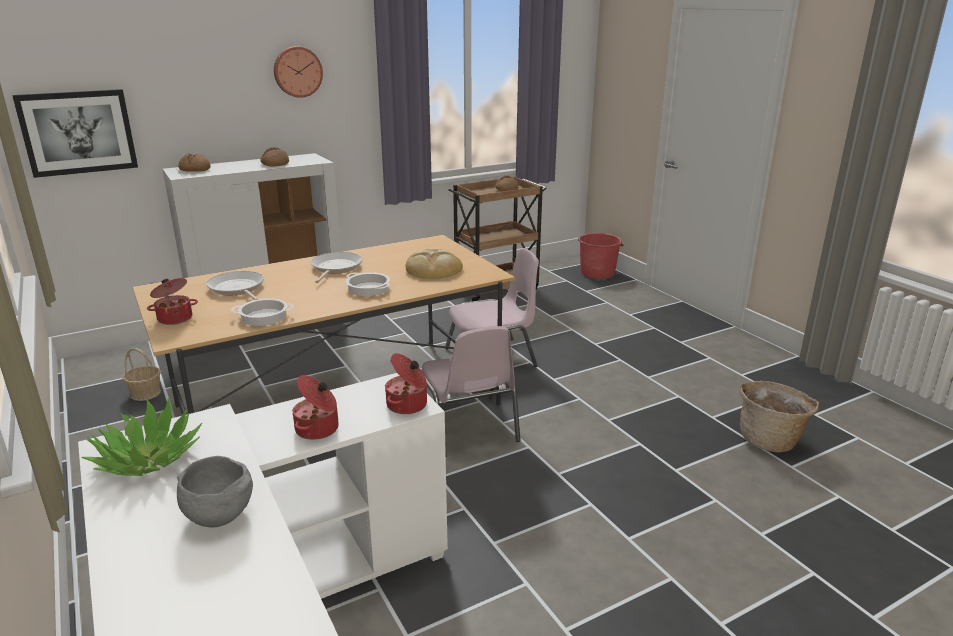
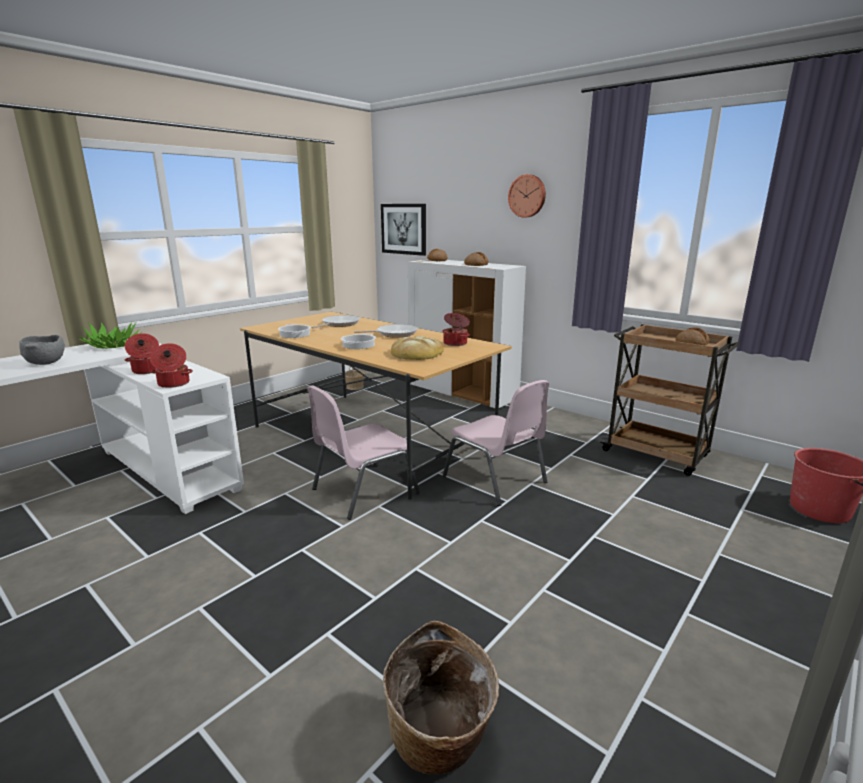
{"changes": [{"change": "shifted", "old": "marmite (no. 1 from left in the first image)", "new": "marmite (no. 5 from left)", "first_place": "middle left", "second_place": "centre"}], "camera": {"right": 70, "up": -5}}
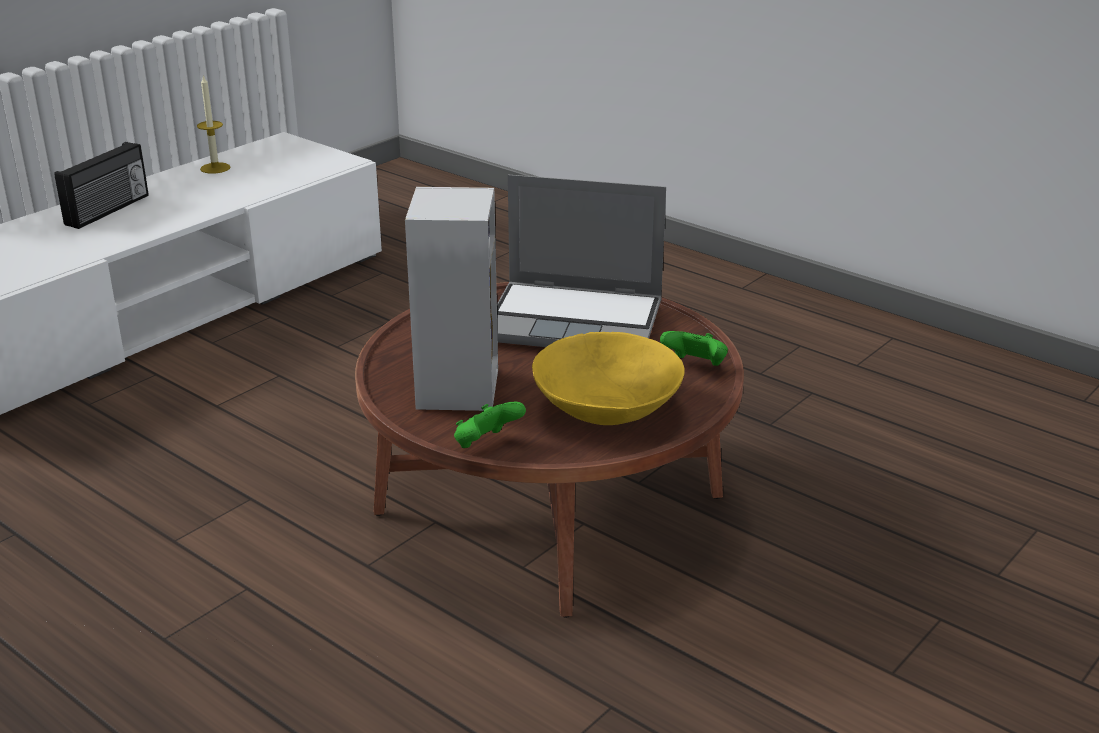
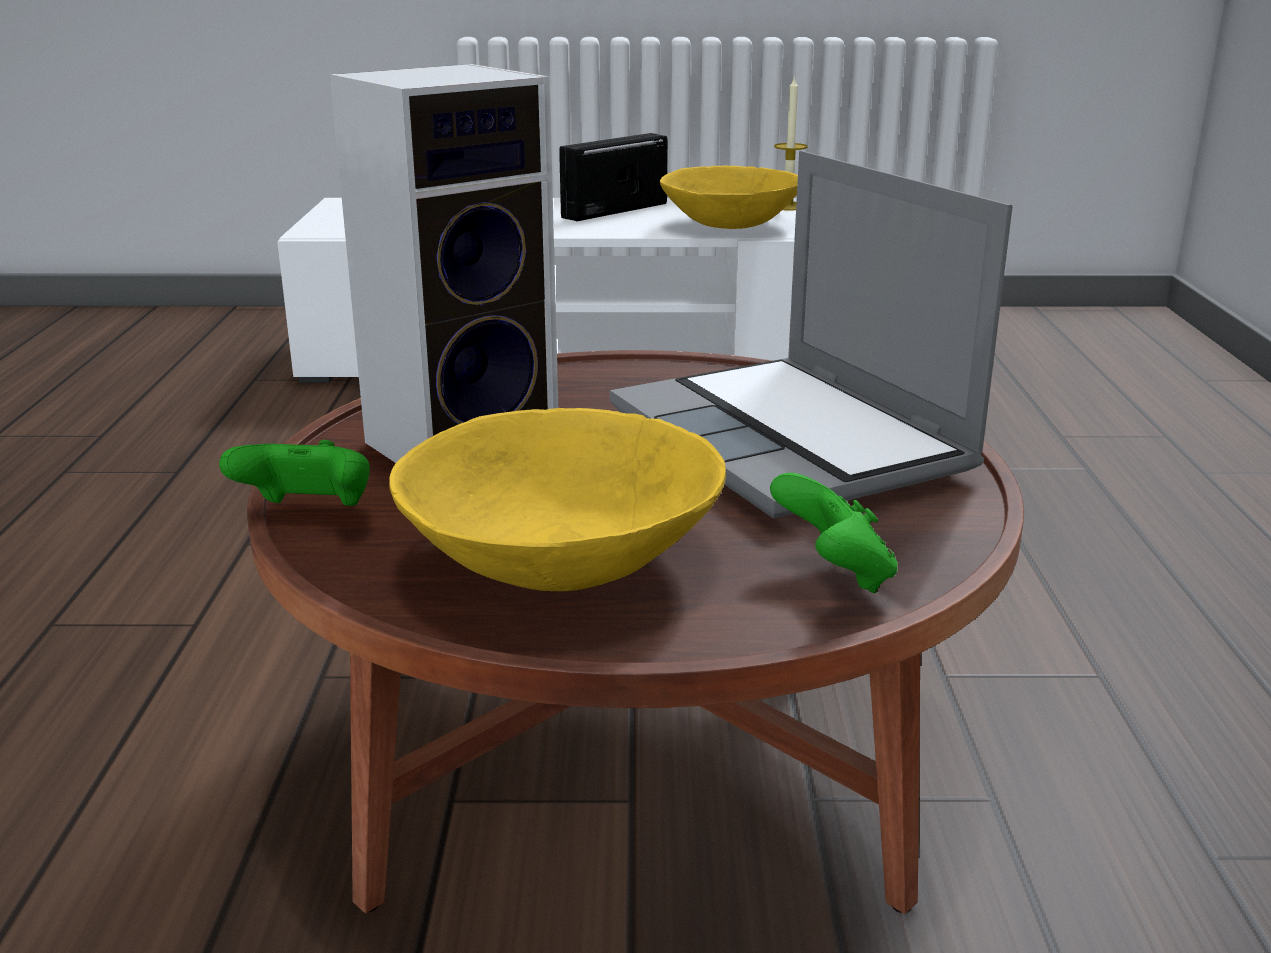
{"changes": [{"change": "rotated", "old": "radio", "first_place": "top left", "second_place": "top centre", "degrees": 150}, {"change": "new", "new": "bol [jaune] (no. 2 from left)", "second_place": "top centre"}], "camera": {"right": 50, "up": -5}}
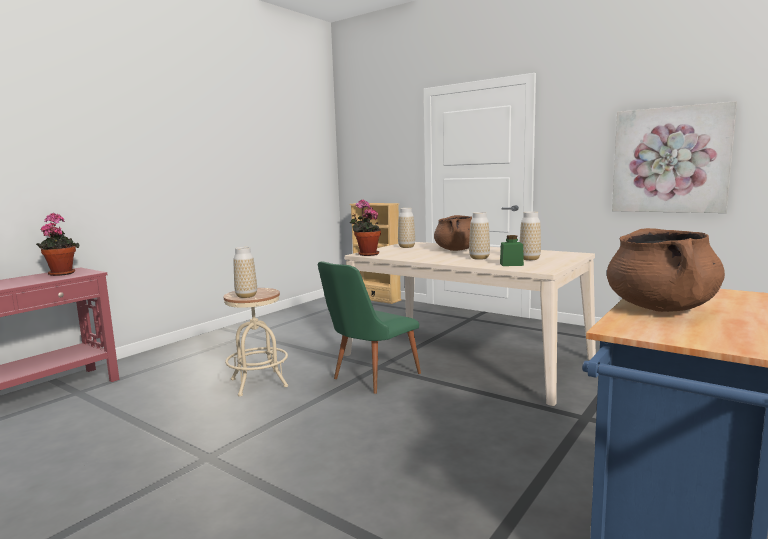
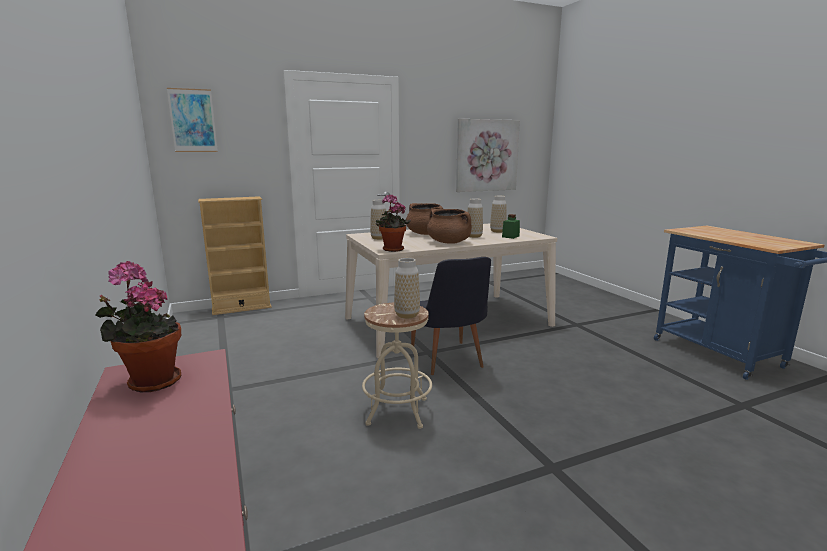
{"changes": [{"change": "repainted", "old": "chaise [vert]", "new": "chaise [noir]", "first_place": "centre", "second_place": "centre"}, {"change": "shifted", "old": "marmite [marron] (no. 2 from left)", "first_place": "middle right", "second_place": "centre"}, {"change": "new", "new": "tableau (no. 1 from left)", "second_place": "top left"}], "camera": {"right": -60, "up": 5}}
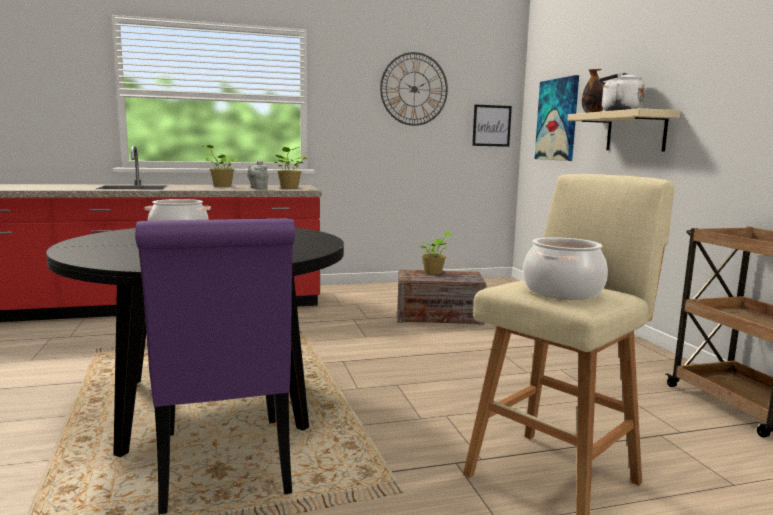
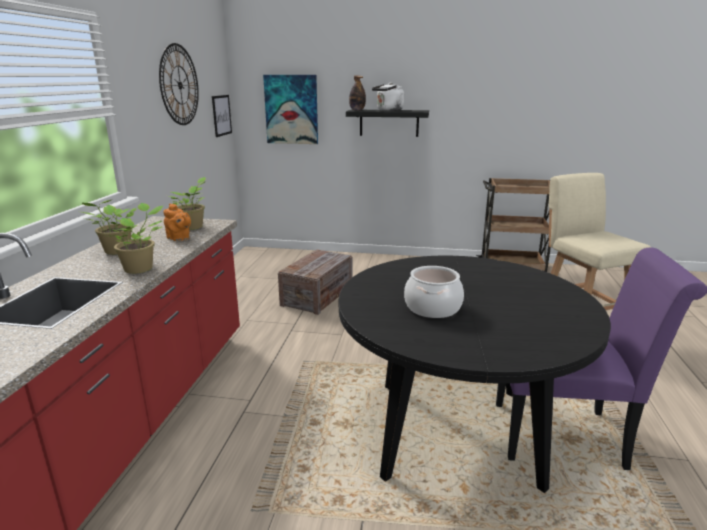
{"changes": [{"change": "repainted", "old": "théière [gris]", "new": "théière [orange]", "first_place": "middle left", "second_place": "middle left"}, {"change": "shifted", "old": "plante en pot (no. 3 from left in the first image)", "new": "plante en pot (no. 2 from left)", "first_place": "centre", "second_place": "middle left"}, {"change": "gone", "old": "marmite (no. 2 from left)", "first_place": "middle right"}, {"change": "repainted", "old": "étagère [beige]", "new": "étagère [noir]", "first_place": "top right", "second_place": "top centre"}], "camera": {"right": -65, "up": 10}}
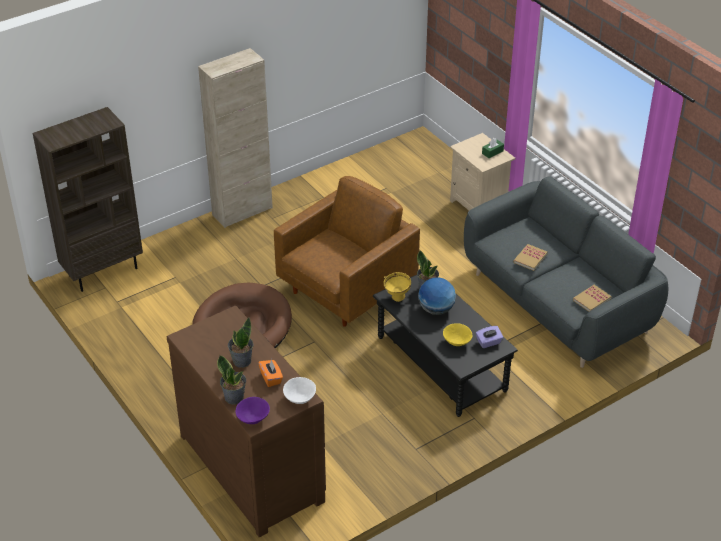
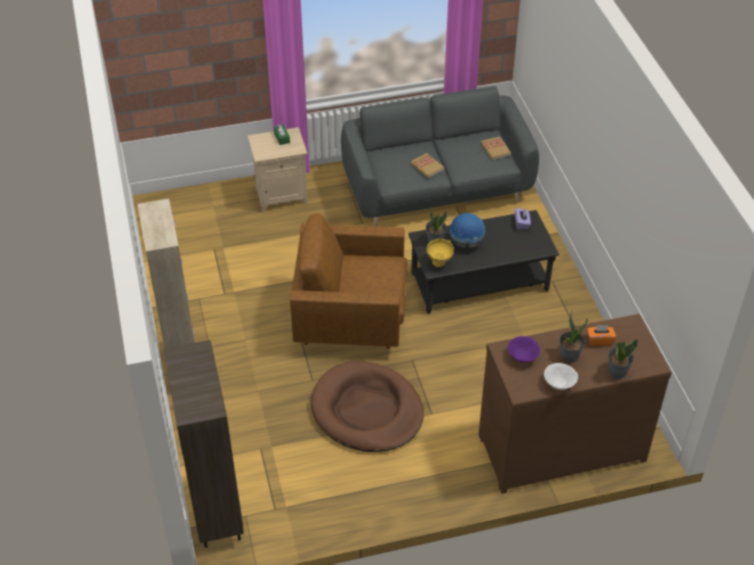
{"changes": [{"change": "shifted", "old": "bol [violet]", "first_place": "bottom centre", "second_place": "middle right"}, {"change": "rotated", "old": "fauteuil [marron]", "first_place": "centre", "second_place": "centre", "degrees": -60}, {"change": "shifted", "old": "bol [blanc]", "first_place": "bottom centre", "second_place": "middle right"}, {"change": "gone", "old": "bol [jaune] (no. 2 from left)", "first_place": "centre"}], "camera": {"right": -70, "up": 5}}
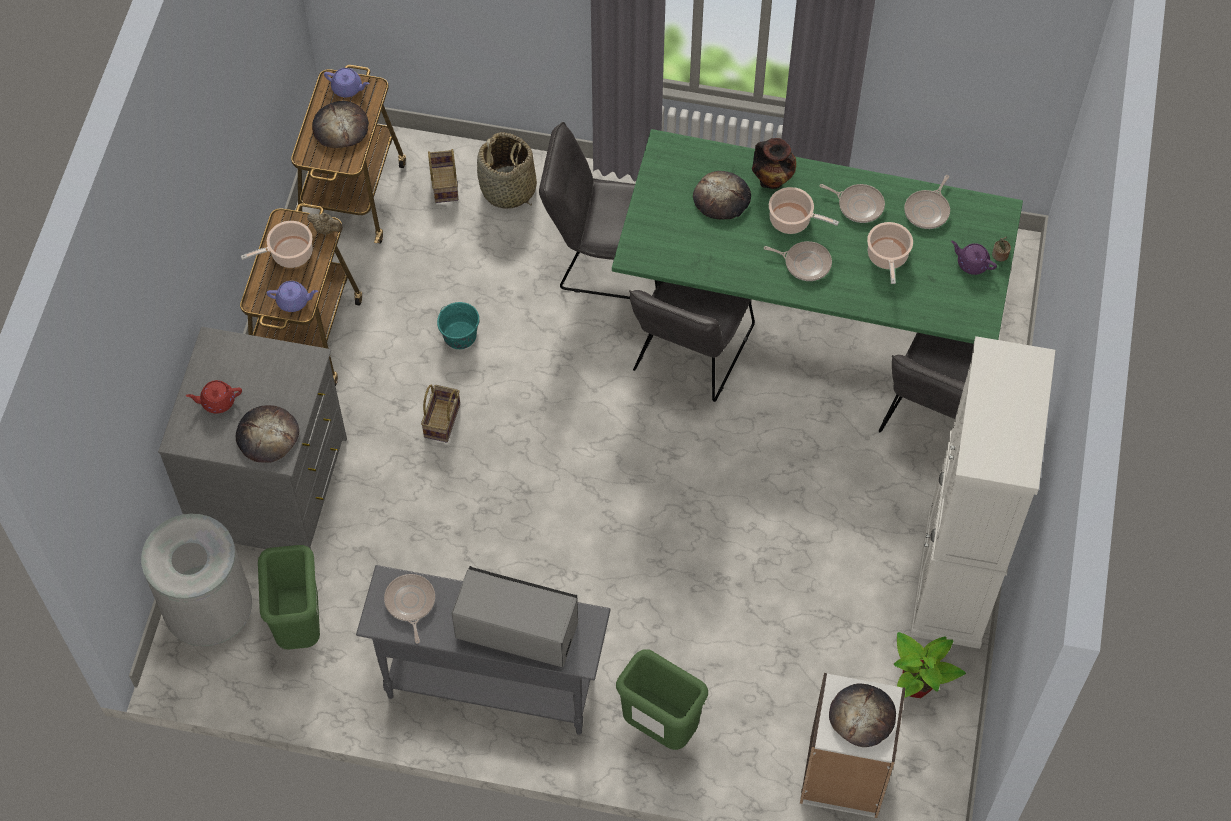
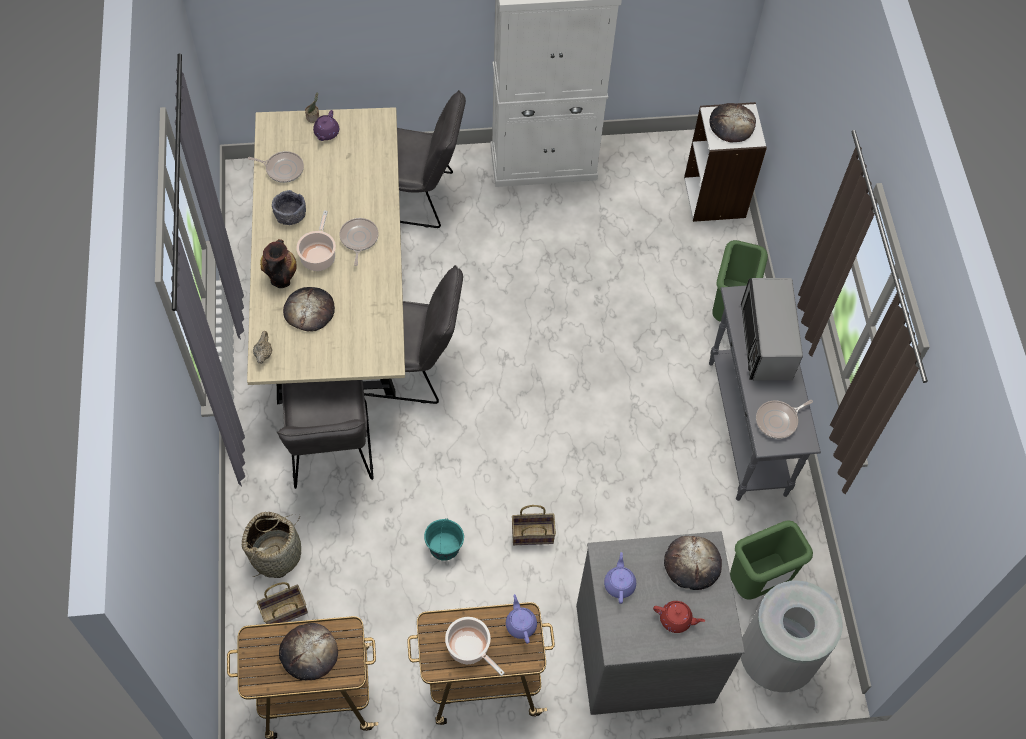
{"changes": [{"change": "rotated", "old": "théière [rouge]", "first_place": "middle left", "second_place": "bottom centre", "degrees": -45}, {"change": "shifted", "old": "théière [beige]", "first_place": "top left", "second_place": "middle left"}, {"change": "shifted", "old": "théière [violet] (no. 2 from left in the first image)", "new": "théière [violet] (no. 3 from left)", "first_place": "top left", "second_place": "bottom centre"}, {"change": "repainted", "old": "table à manger [vert]", "new": "table à manger [beige]", "first_place": "top centre", "second_place": "middle left"}, {"change": "swapped", "old": "poêle (no. 3 from left)", "new": "bol [gris]", "first_place": "top right", "second_place": "top left"}, {"change": "gone", "old": "marmite (no. 3 from left)", "first_place": "top right"}, {"change": "gone", "old": "plante en pot (no. 1 from left)", "first_place": "bottom right"}], "camera": {"right": -110, "up": 0}}
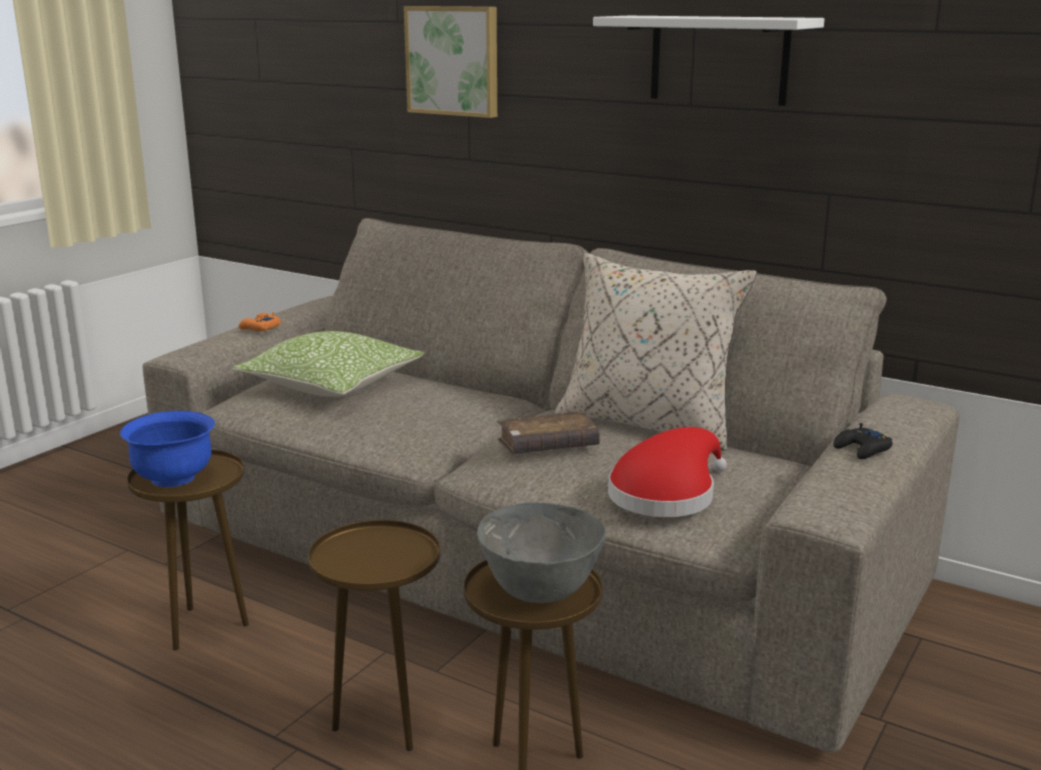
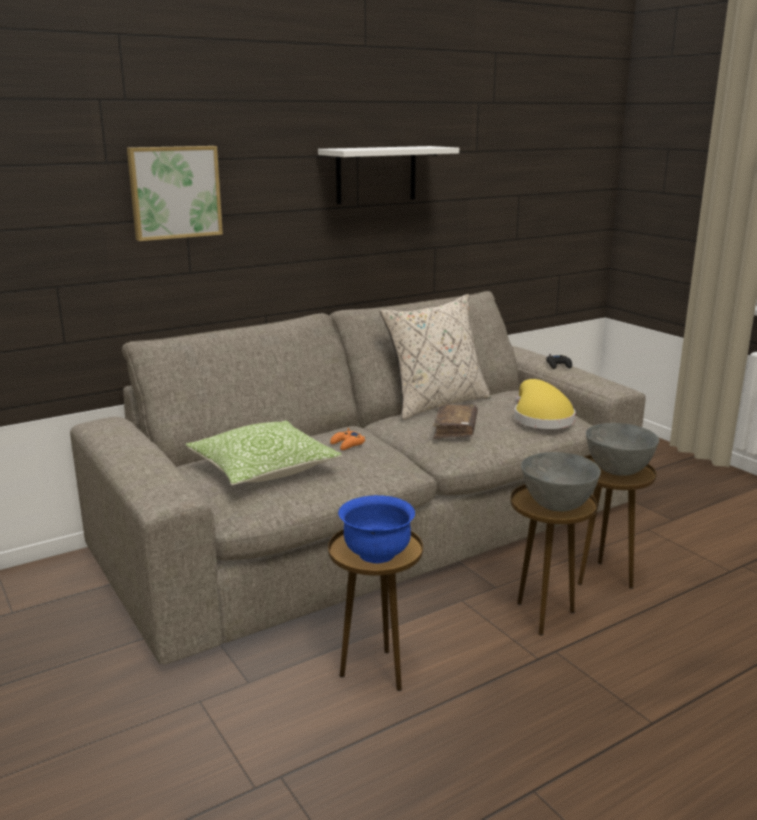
{"changes": [{"change": "shifted", "old": "manette [orange]", "first_place": "middle left", "second_place": "centre"}, {"change": "repainted", "old": "chapeau [rouge]", "new": "chapeau [jaune]", "first_place": "centre", "second_place": "middle right"}, {"change": "new", "new": "bol [gris] (no. 1 from left)", "second_place": "middle right"}], "camera": {"right": -65, "up": 0}}
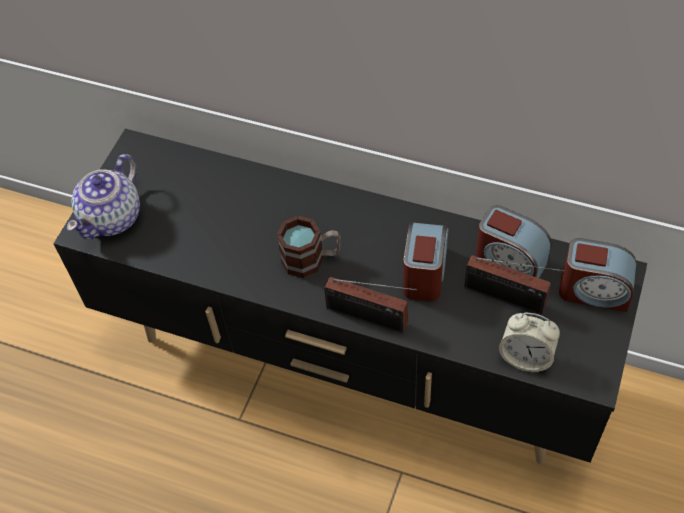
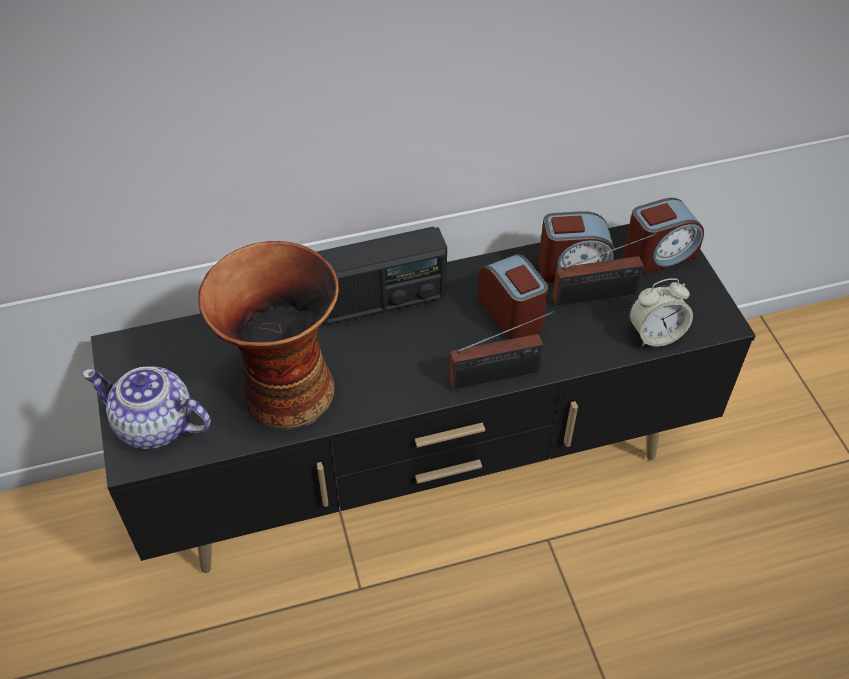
{"changes": [{"change": "rotated", "old": "théière", "first_place": "middle left", "second_place": "middle left", "degrees": 120}, {"change": "gone", "old": "mug", "first_place": "centre"}, {"change": "new", "new": "vase", "second_place": "middle left"}, {"change": "new", "new": "radio (no. 1 from left)", "second_place": "centre"}], "camera": {"right": -40, "up": -5}}
